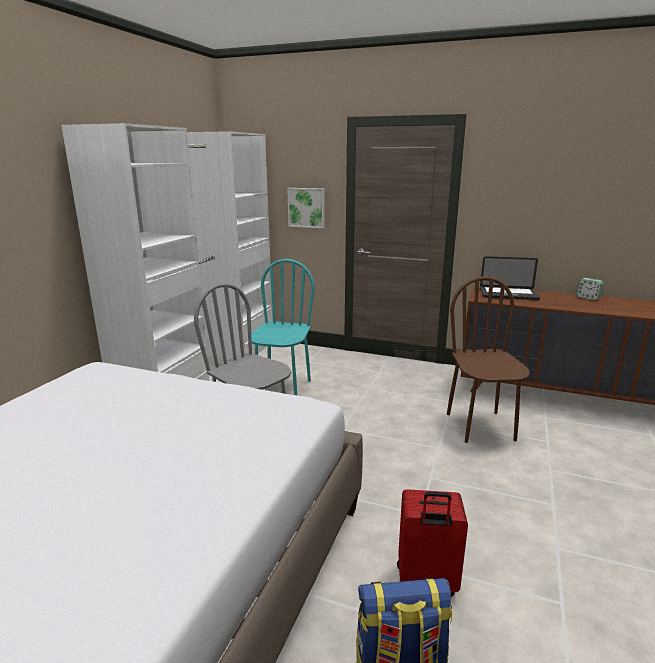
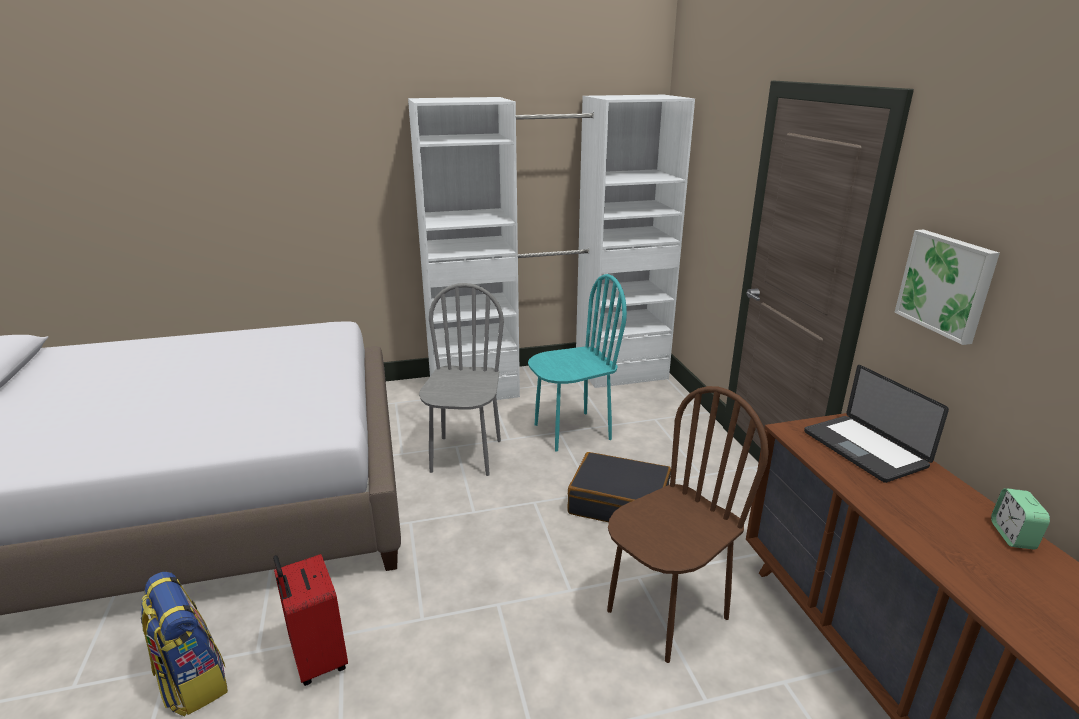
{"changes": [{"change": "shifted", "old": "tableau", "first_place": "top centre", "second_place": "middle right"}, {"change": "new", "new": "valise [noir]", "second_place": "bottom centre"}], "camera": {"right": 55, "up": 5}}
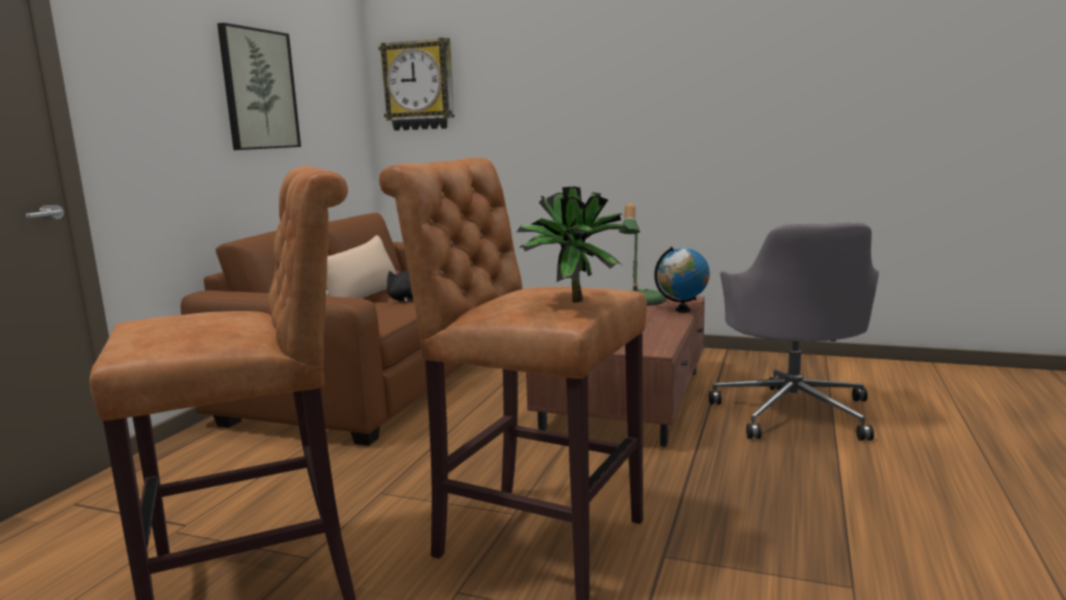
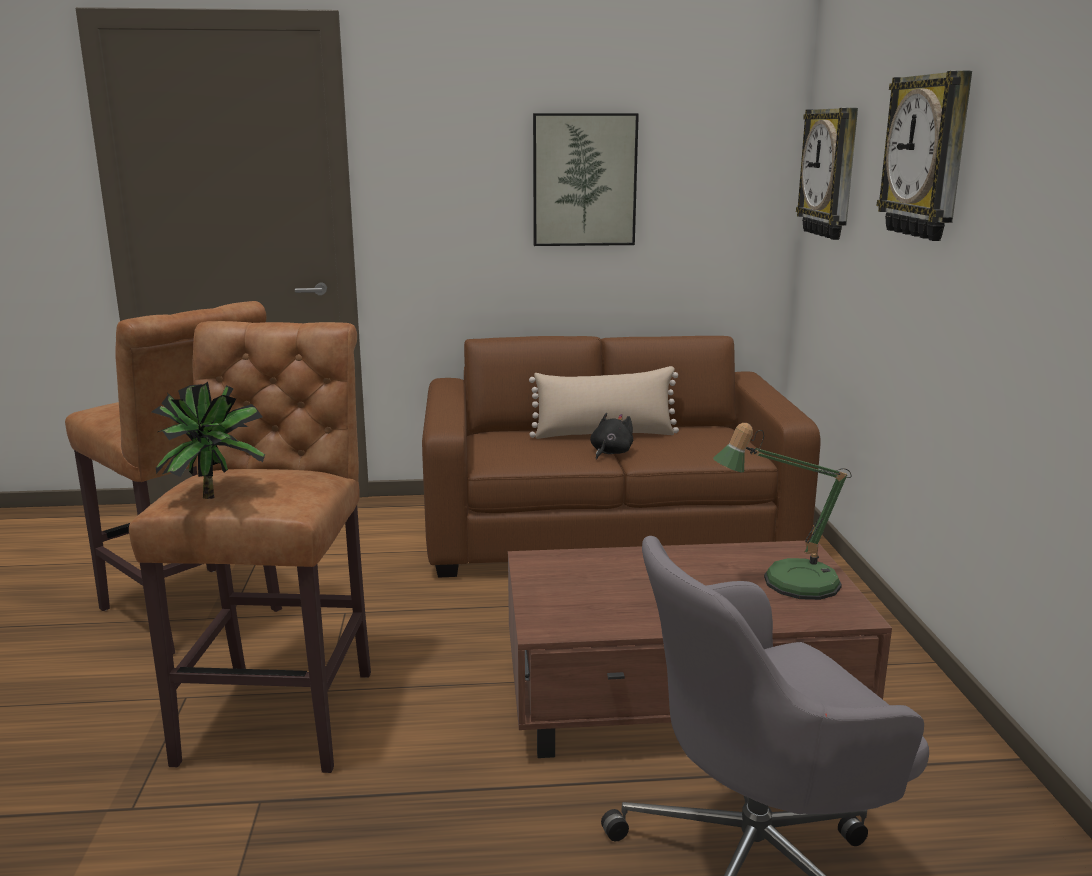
{"changes": [{"change": "gone", "old": "globe", "first_place": "centre"}, {"change": "new", "new": "horloge murale (no. 2 from left)", "second_place": "top right"}], "camera": {"right": 65, "up": 5}}
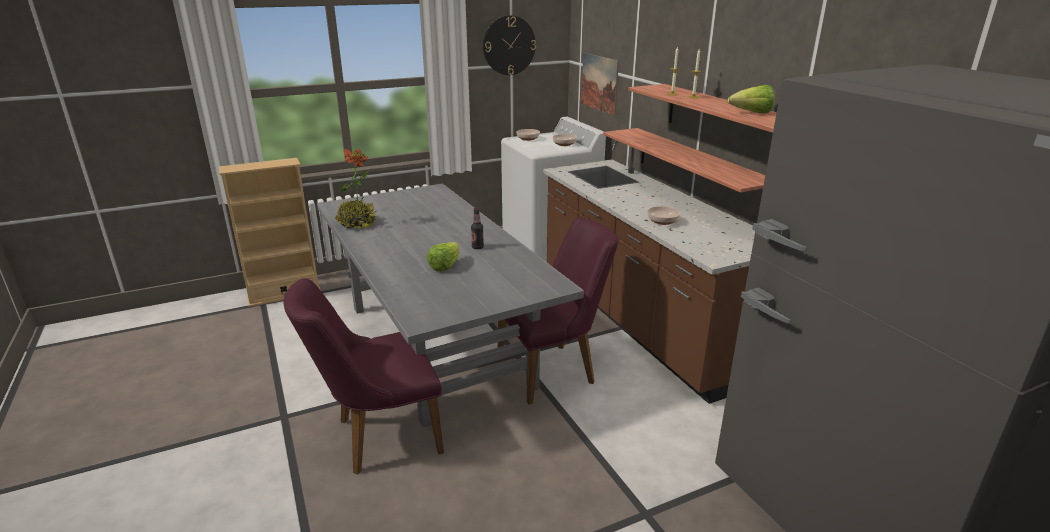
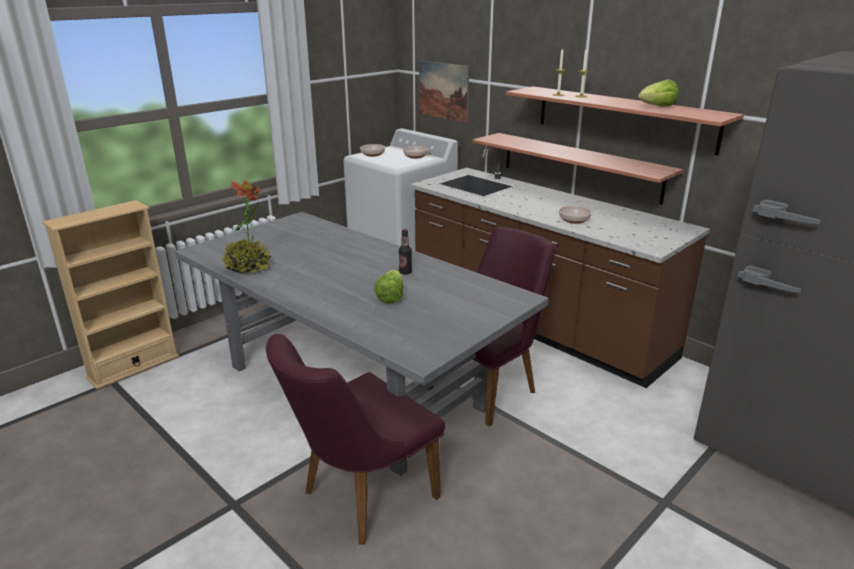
{"changes": [{"change": "gone", "old": "horloge murale", "first_place": "top centre"}], "camera": {"right": -20, "up": 0}}
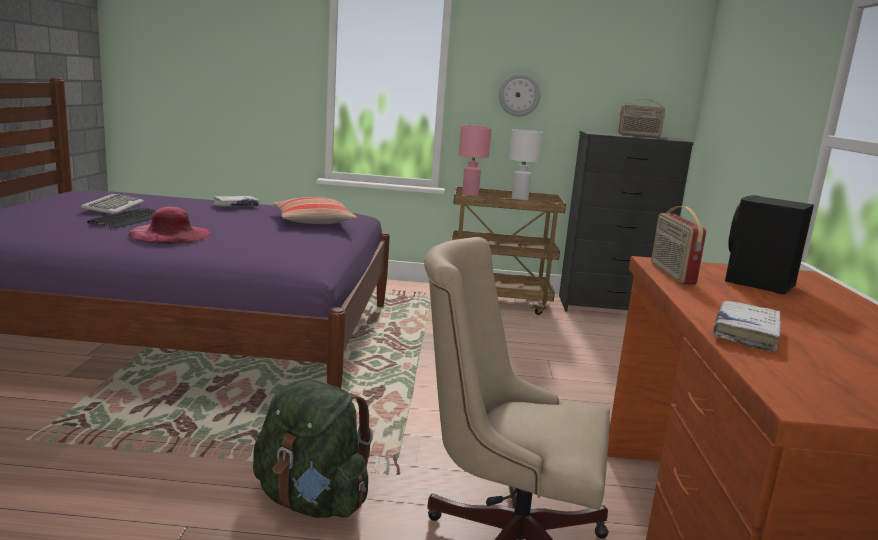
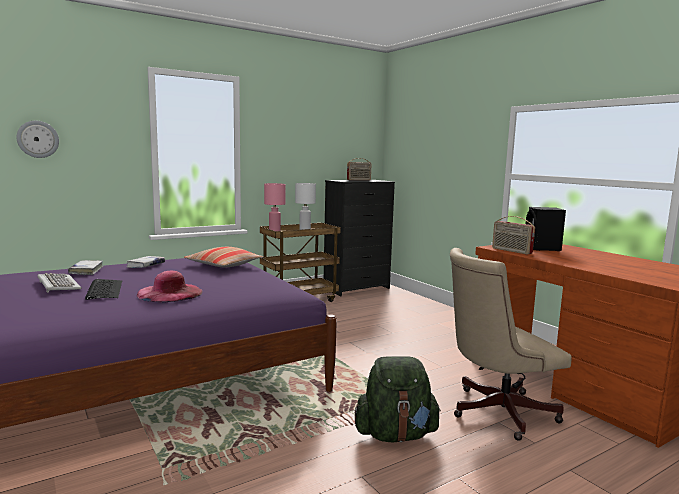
{"changes": [{"change": "shifted", "old": "horloge murale", "first_place": "top centre", "second_place": "top left"}, {"change": "shifted", "old": "livre [blanc] (no. 2 from left in the first image)", "new": "livre [blanc] (no. 1 from left)", "first_place": "middle right", "second_place": "middle left"}], "camera": {"right": -35, "up": -5}}
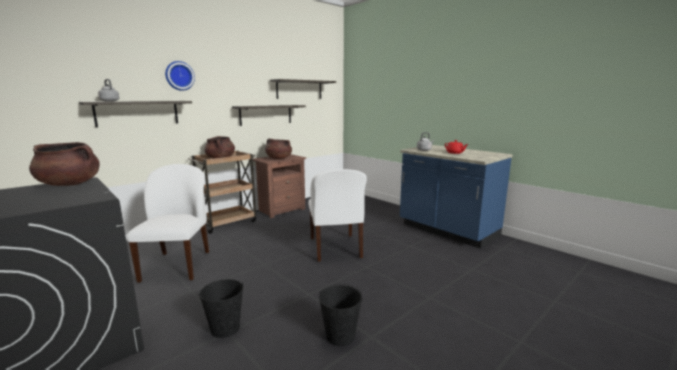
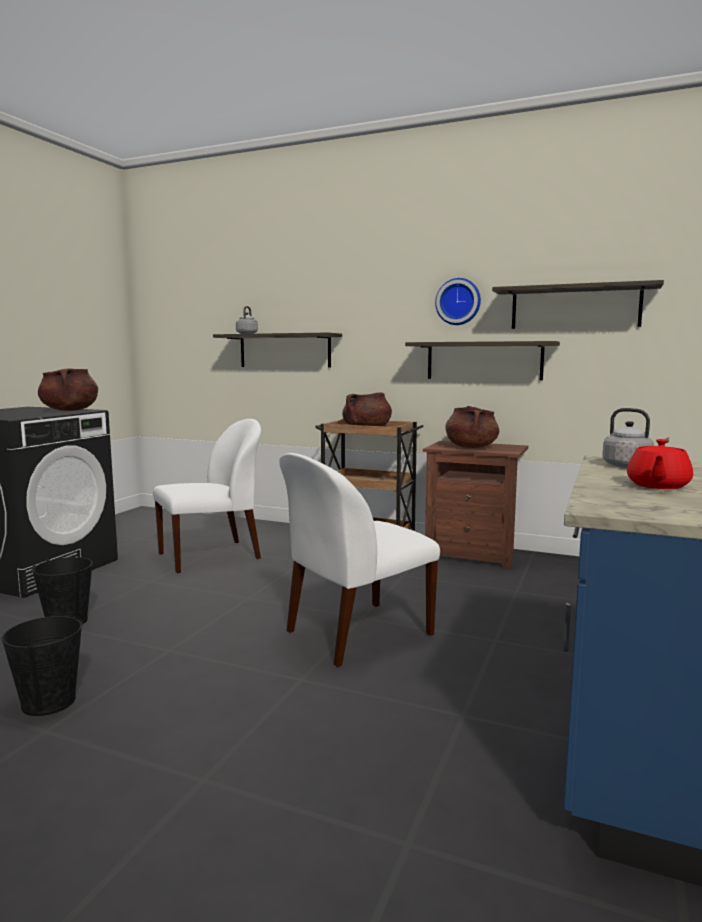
{"changes": [{"change": "shifted", "old": "horloge murale", "first_place": "top left", "second_place": "top centre"}], "camera": {"right": 65, "up": -5}}
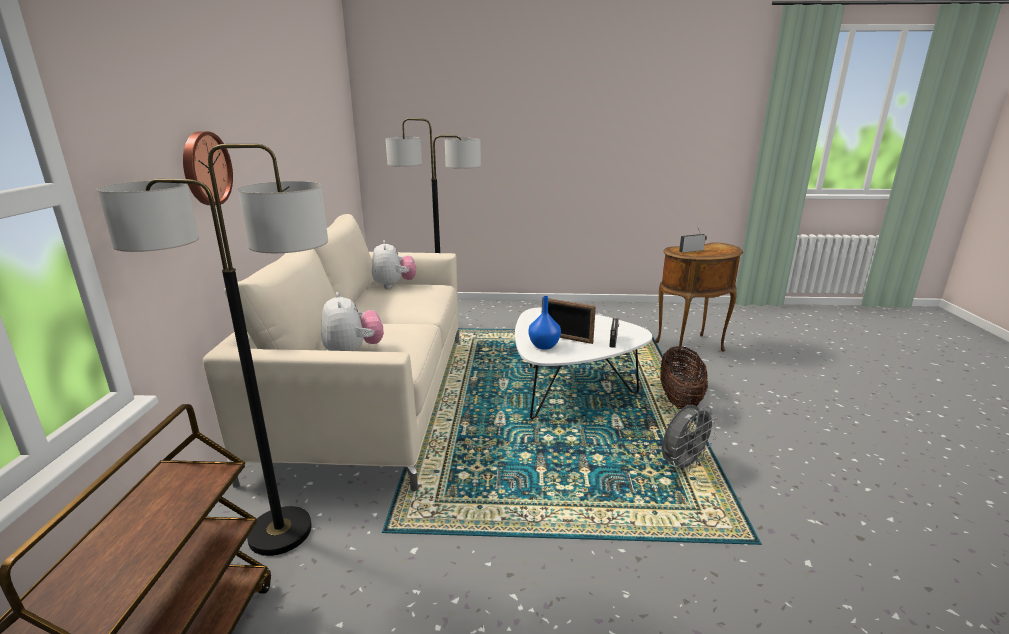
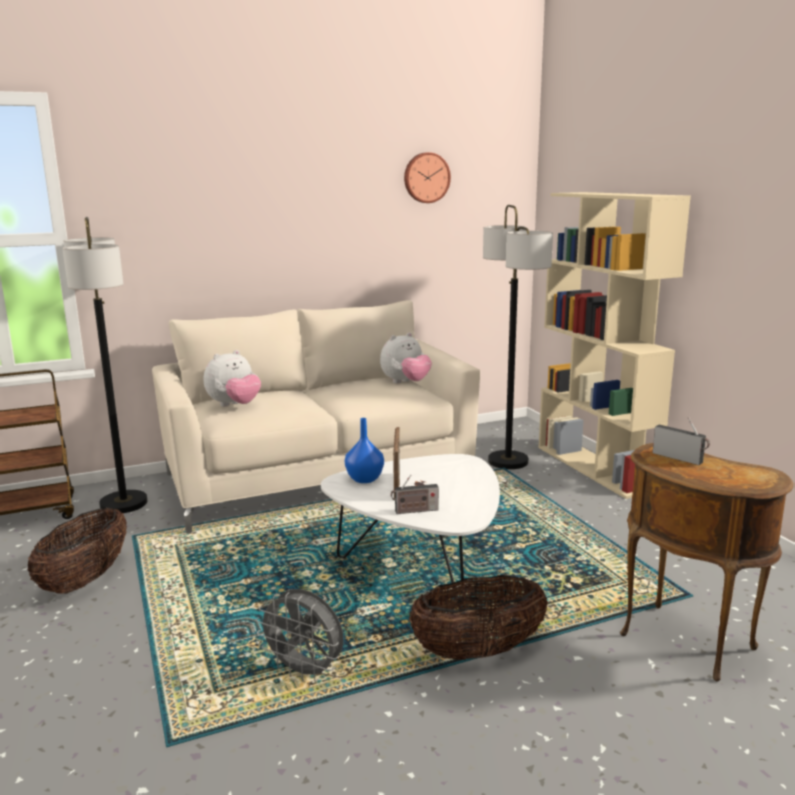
{"changes": [{"change": "shifted", "old": "horloge murale", "first_place": "top left", "second_place": "top centre"}, {"change": "new", "new": "panier (no. 1 from left)", "second_place": "bottom left"}, {"change": "new", "new": "bibliothèque [beige]", "second_place": "middle right"}], "camera": {"right": 65, "up": -5}}
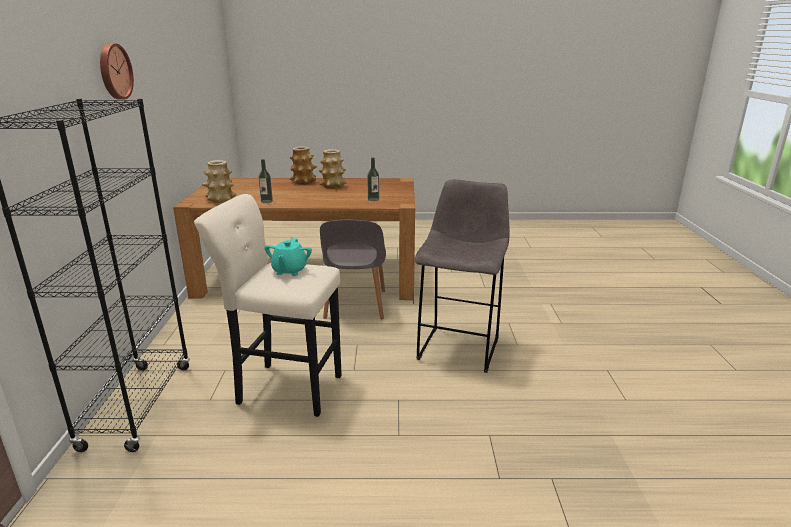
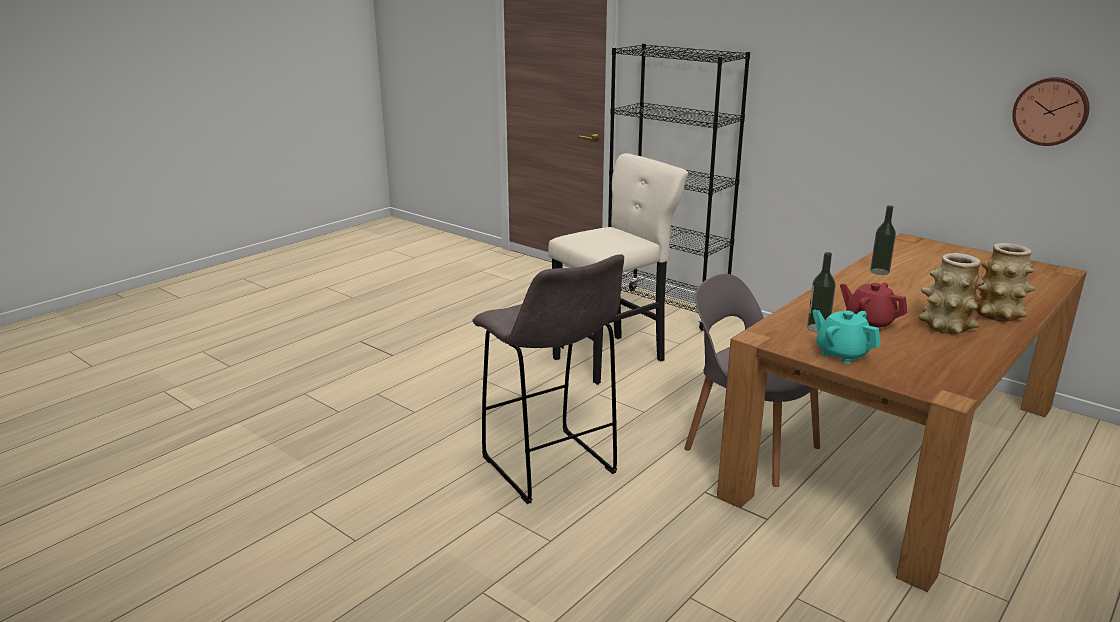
{"changes": [{"change": "shifted", "old": "horloge murale", "first_place": "top left", "second_place": "top right"}, {"change": "gone", "old": "vase (no. 1 from left)", "first_place": "middle left"}, {"change": "shifted", "old": "théière [turquoise]", "first_place": "centre", "second_place": "middle right"}, {"change": "new", "new": "théière [rouge]", "second_place": "middle right"}], "camera": {"right": 130, "up": 0}}
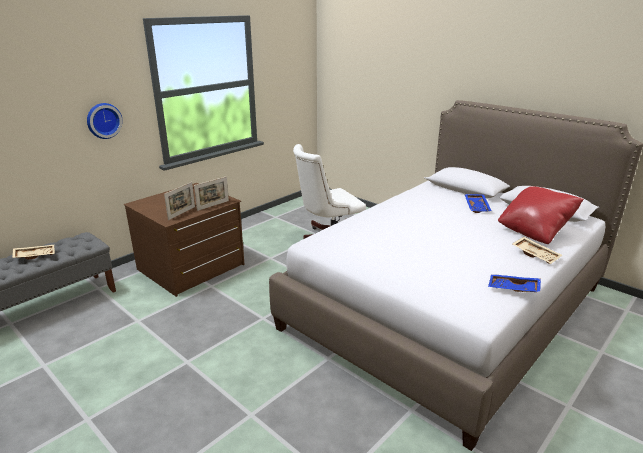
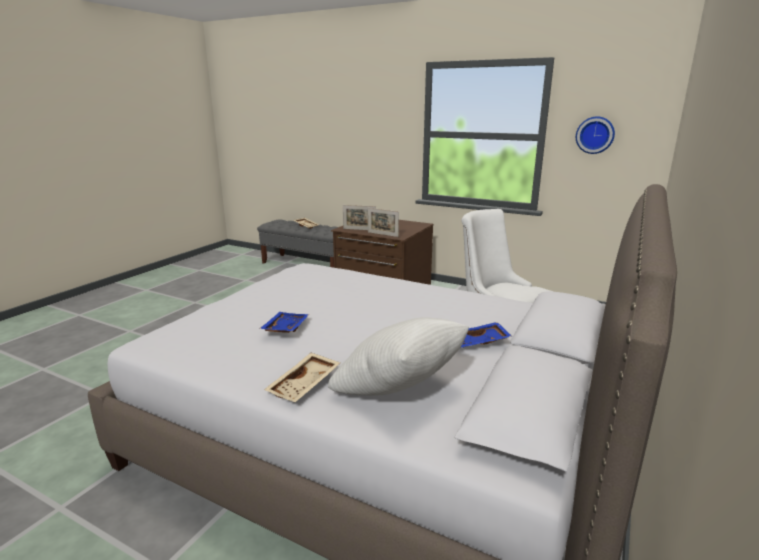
{"changes": [{"change": "shifted", "old": "horloge murale", "first_place": "top left", "second_place": "top right"}, {"change": "shifted", "old": "plateau [bleu] (no. 2 from left in the first image)", "new": "plateau [bleu] (no. 1 from left)", "first_place": "middle right", "second_place": "centre"}, {"change": "repainted", "old": "coussin [rouge]", "new": "coussin [blanc]", "first_place": "middle right", "second_place": "centre"}], "camera": {"right": 75, "up": -5}}
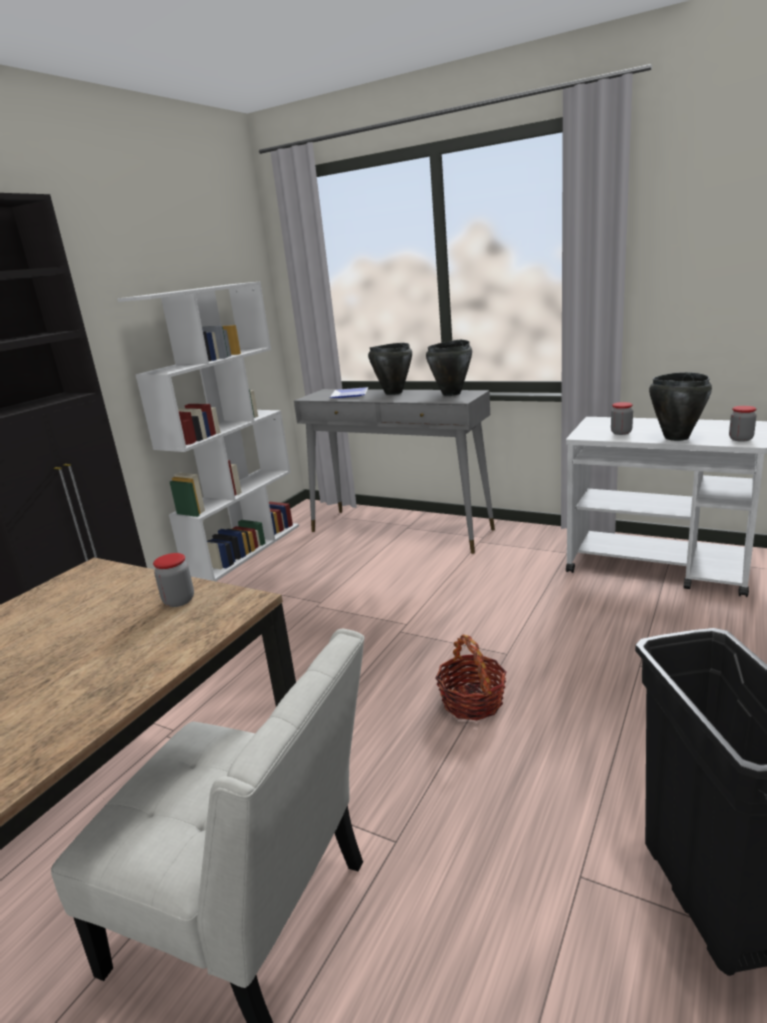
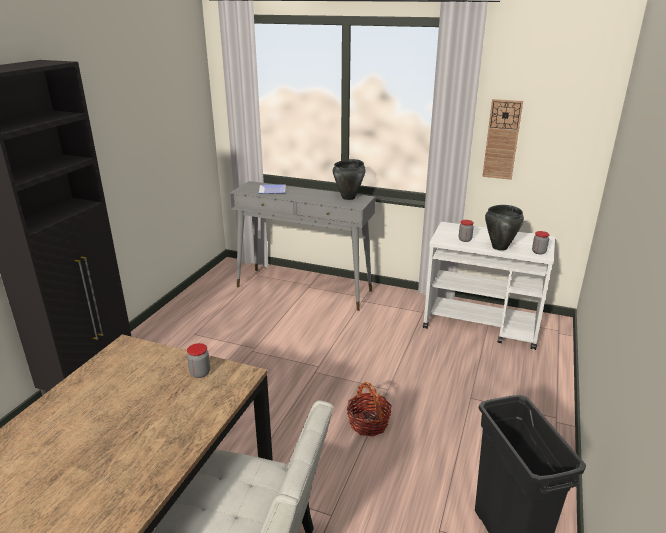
{"changes": [{"change": "gone", "old": "bibliothèque [blanc]", "first_place": "middle left"}, {"change": "gone", "old": "marmite [noir] (no. 1 from left)", "first_place": "centre"}, {"change": "new", "new": "horloge murale", "second_place": "top right"}], "camera": {"right": -10, "up": 5}}
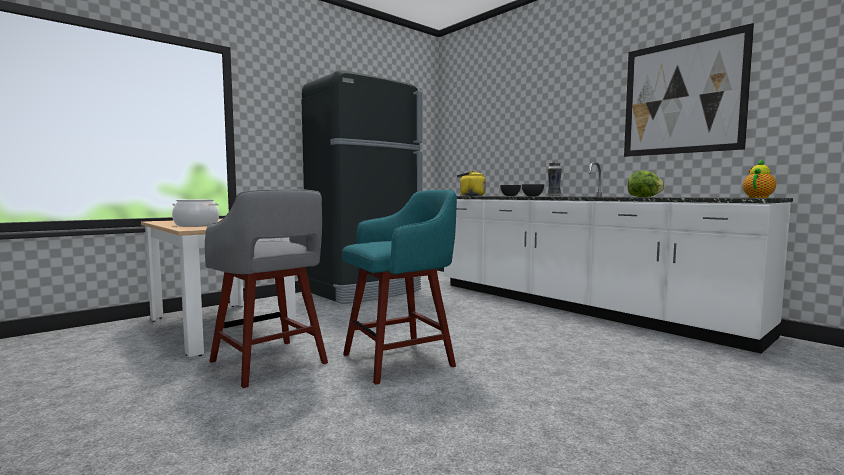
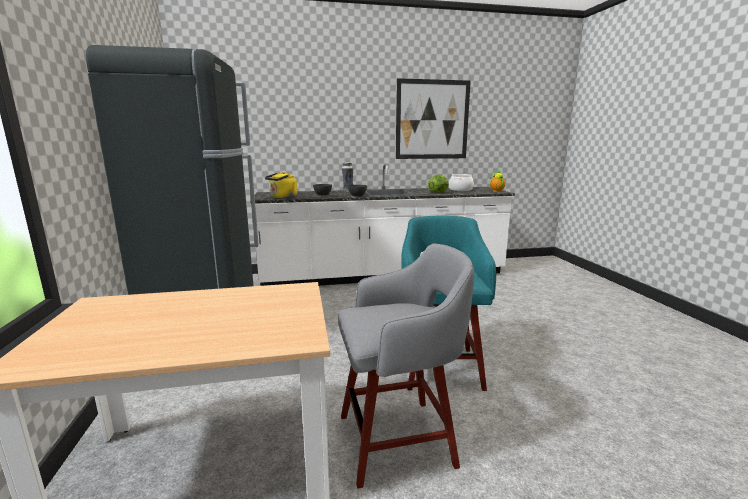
{"changes": [{"change": "shifted", "old": "marmite", "first_place": "middle left", "second_place": "centre"}], "camera": {"right": -60, "up": 10}}
